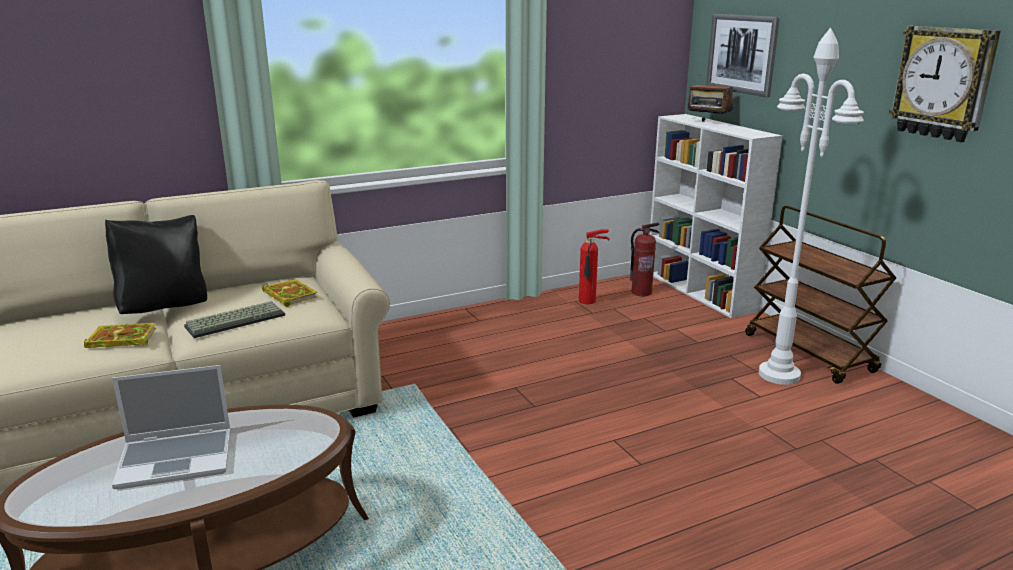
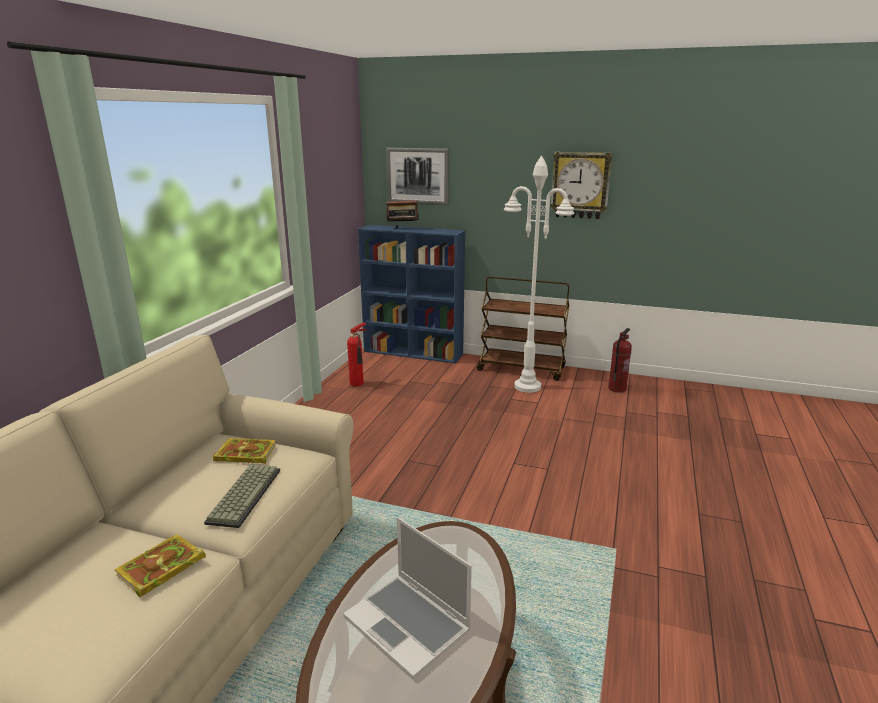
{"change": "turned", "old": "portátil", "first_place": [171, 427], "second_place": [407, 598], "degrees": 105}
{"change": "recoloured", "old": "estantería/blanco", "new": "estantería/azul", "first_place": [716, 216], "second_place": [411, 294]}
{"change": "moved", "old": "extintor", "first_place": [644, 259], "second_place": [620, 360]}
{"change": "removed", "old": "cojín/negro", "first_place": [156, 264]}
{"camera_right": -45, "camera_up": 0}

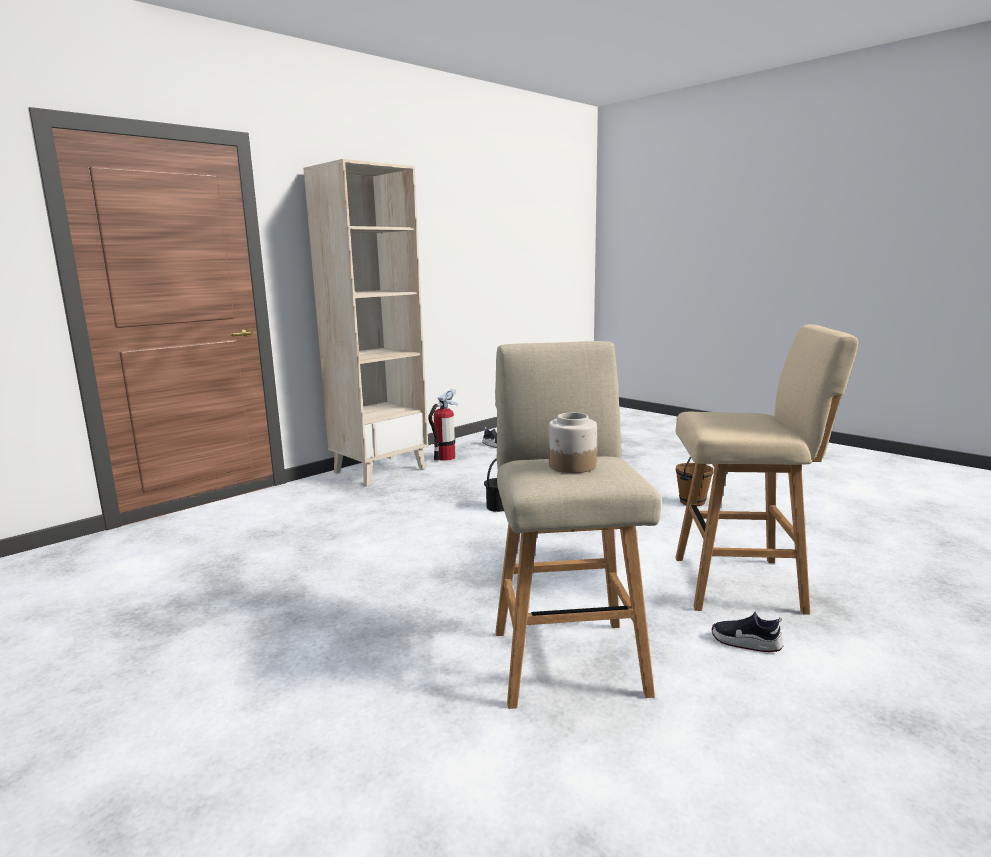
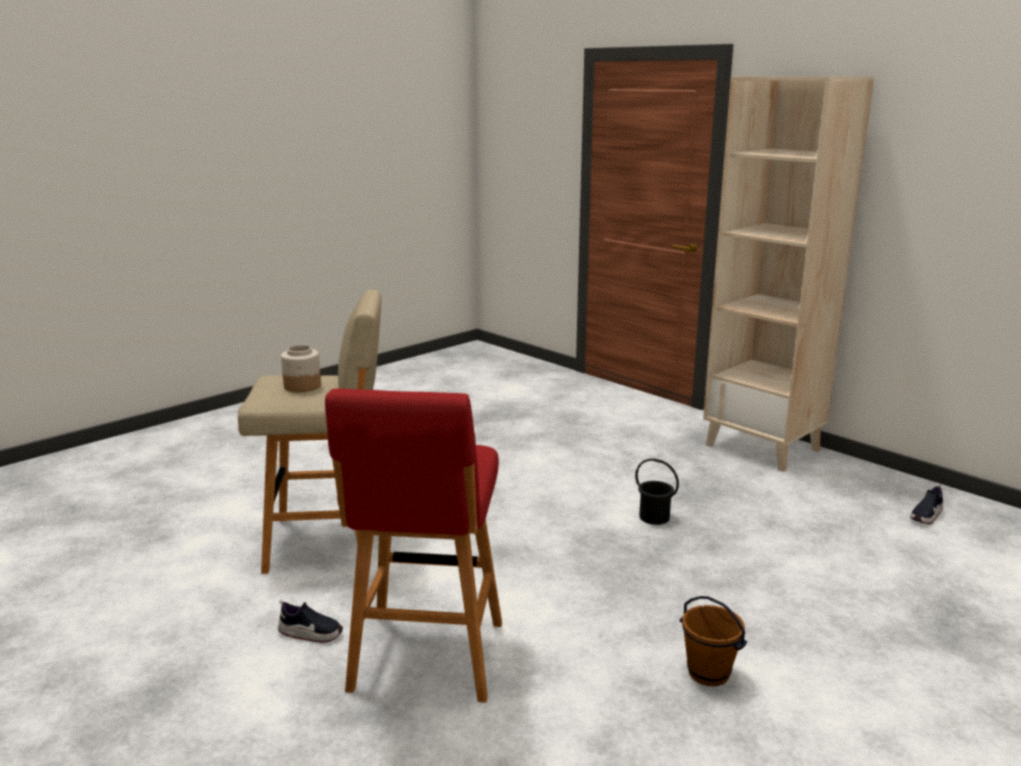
{"change": "turned", "old": "zapato", "first_place": [748, 632], "second_place": [310, 621], "degrees": 75}
{"change": "recoloured", "old": "taburete/beis", "new": "taburete/rojo", "first_place": [766, 470], "second_place": [413, 546]}
{"change": "removed", "old": "extintor", "first_place": [443, 425]}
{"camera_right": 90, "camera_up": 5}

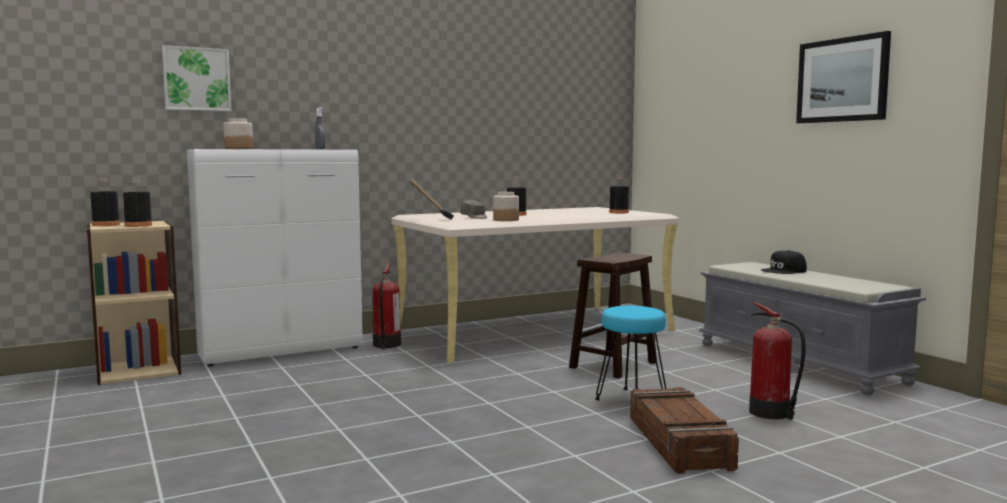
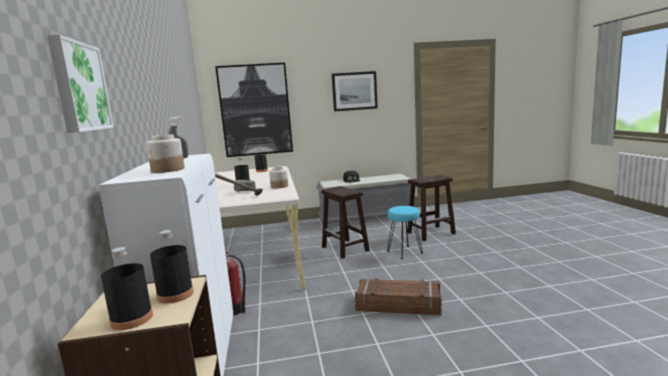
{"change": "added", "new": "cuadro", "second_place": [254, 110]}
{"change": "moved", "old": "caja de embalaje", "first_place": [684, 430], "second_place": [398, 296]}
{"change": "replaced", "old": "extintor", "new": "taburete/marrón", "first_place": [777, 360], "second_place": [431, 208]}
{"camera_right": -70, "camera_up": 5}

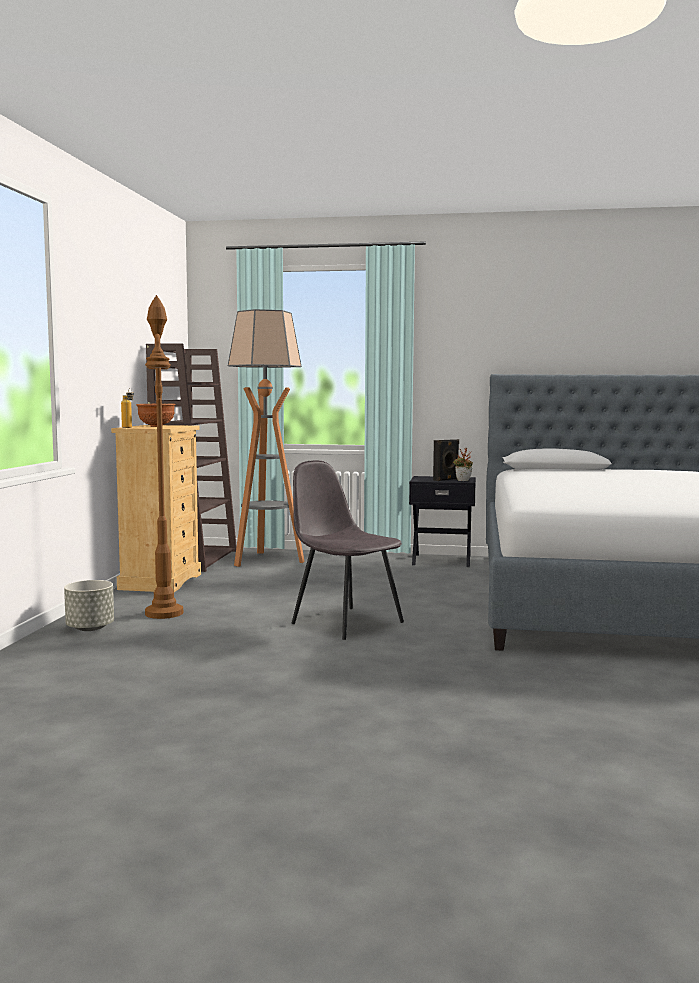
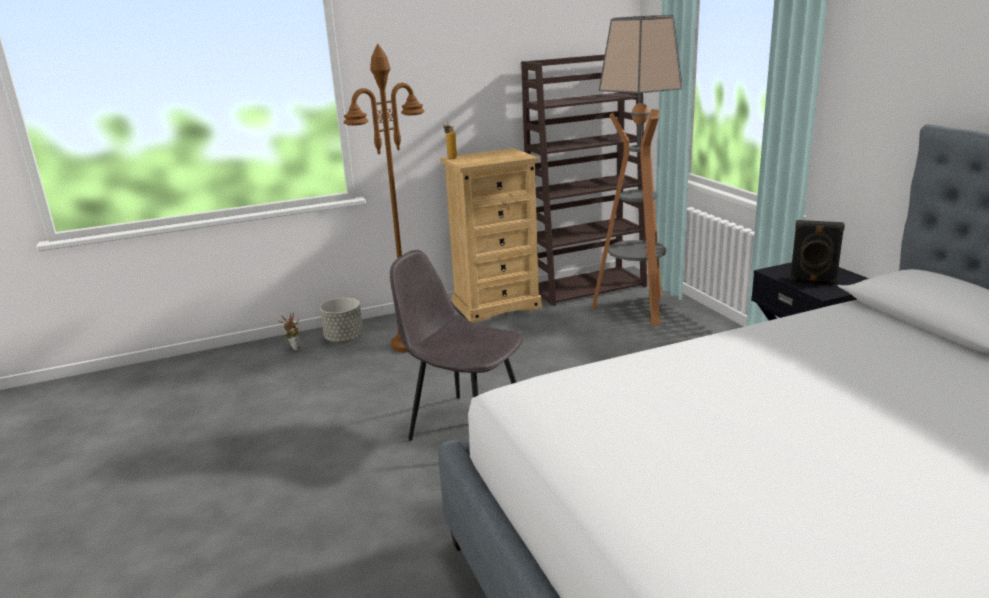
{"change": "moved", "old": "planta en maceta", "first_place": [463, 464], "second_place": [290, 331]}
{"change": "turned", "old": "silla/gris", "first_place": [348, 550], "second_place": [456, 345], "degrees": -75}
{"change": "removed", "old": "cuenco/marrón", "first_place": [155, 415]}
{"camera_right": 60, "camera_up": 15}

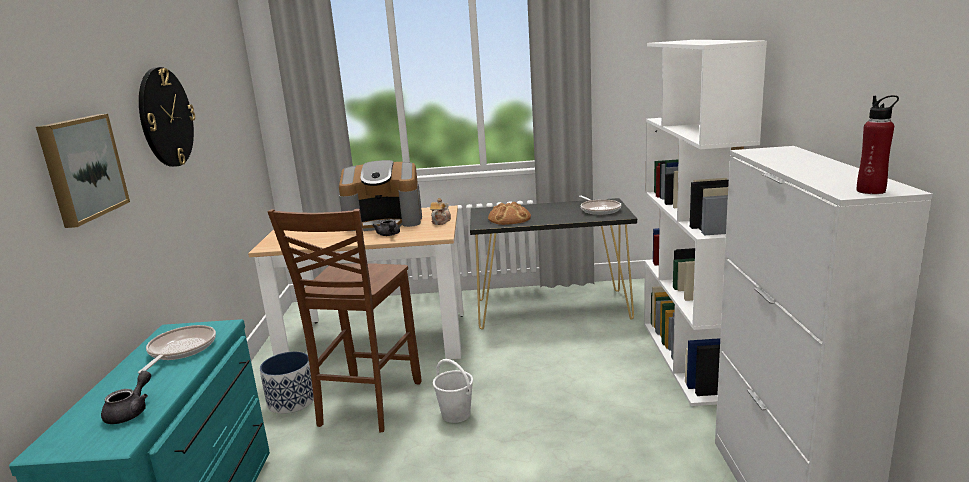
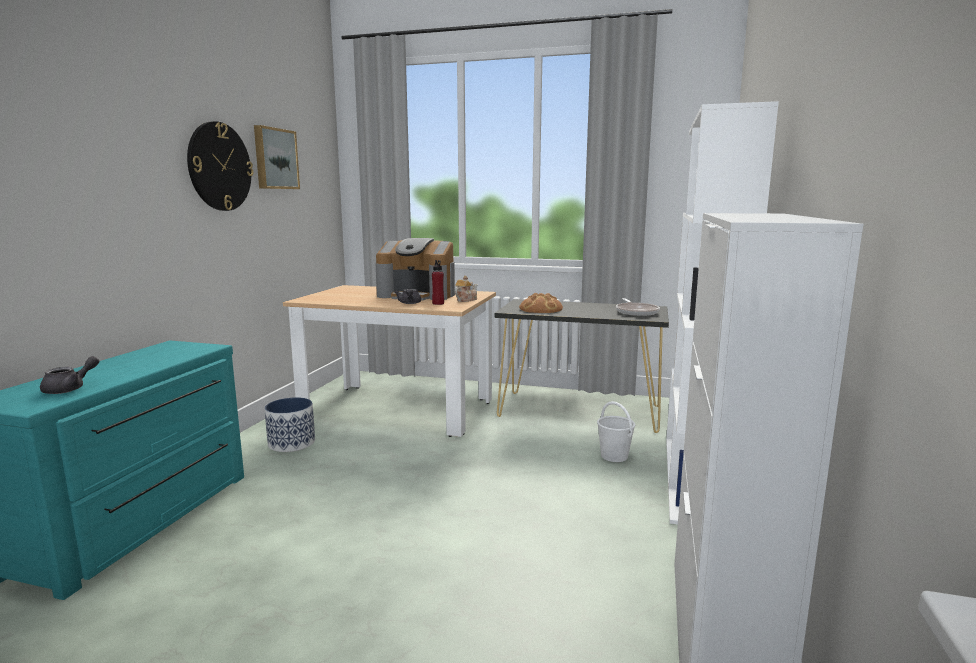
{"change": "moved", "old": "cuadro", "first_place": [83, 171], "second_place": [277, 157]}
{"change": "moved", "old": "botella/rojo", "first_place": [878, 144], "second_place": [438, 282]}
{"change": "moved", "old": "cubo/blanco", "first_place": [453, 391], "second_place": [616, 431]}
{"change": "removed", "old": "sartén", "first_place": [177, 349]}
{"change": "removed", "old": "silla/marrón", "first_place": [344, 320]}
{"camera_right": 15, "camera_up": -5}

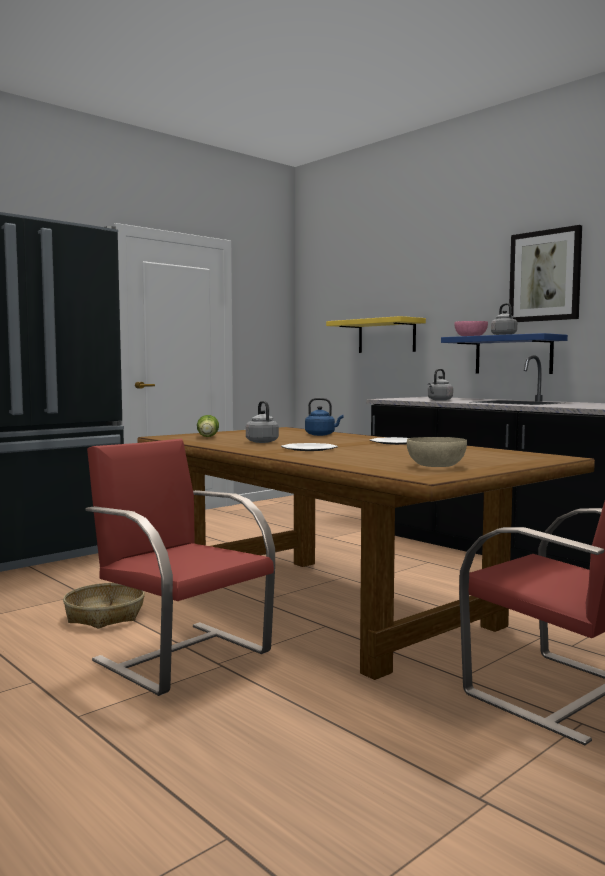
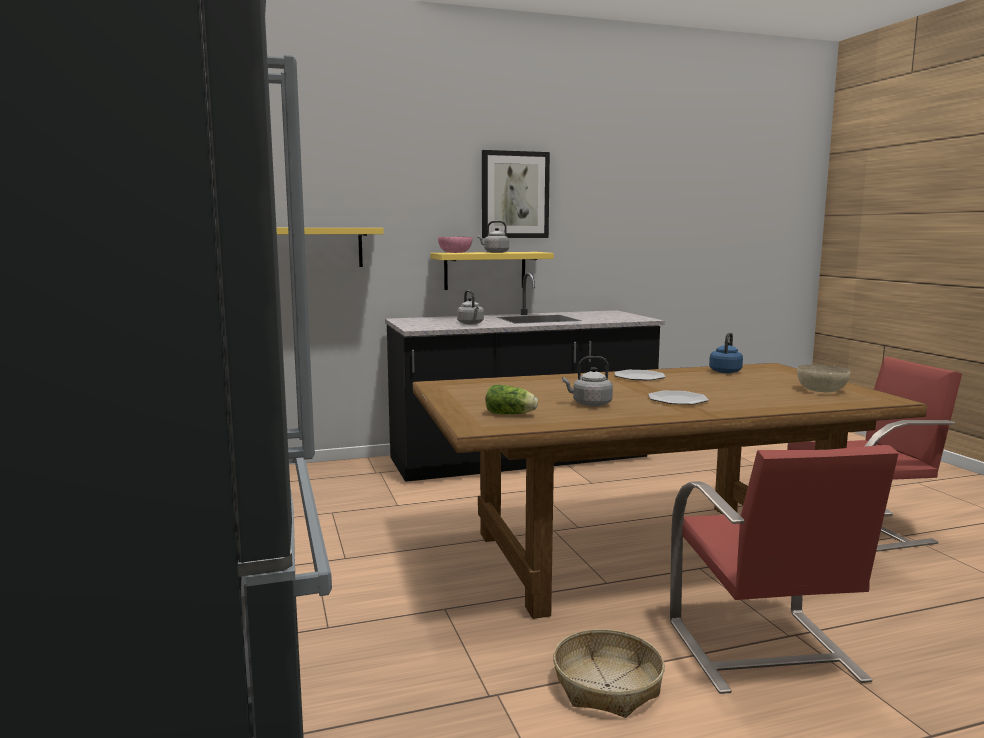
{"change": "recoloured", "old": "estante/azul", "new": "estante/amarillo", "first_place": [504, 353], "second_place": [492, 271]}
{"change": "turned", "old": "silla/rojo", "first_place": [180, 567], "second_place": [784, 569], "degrees": -75}
{"change": "moved", "old": "hervidor/azul", "first_place": [324, 417], "second_place": [726, 352]}
{"camera_right": -65, "camera_up": 5}

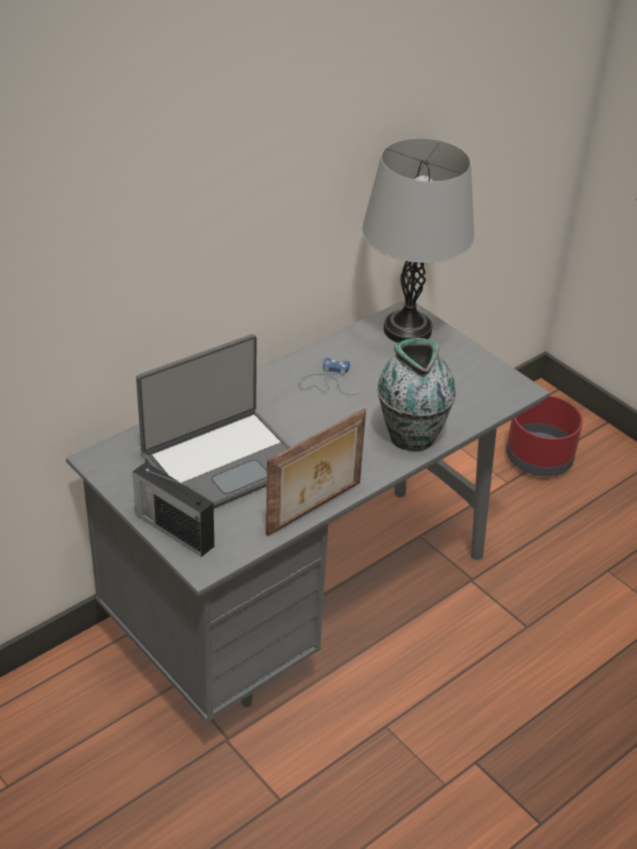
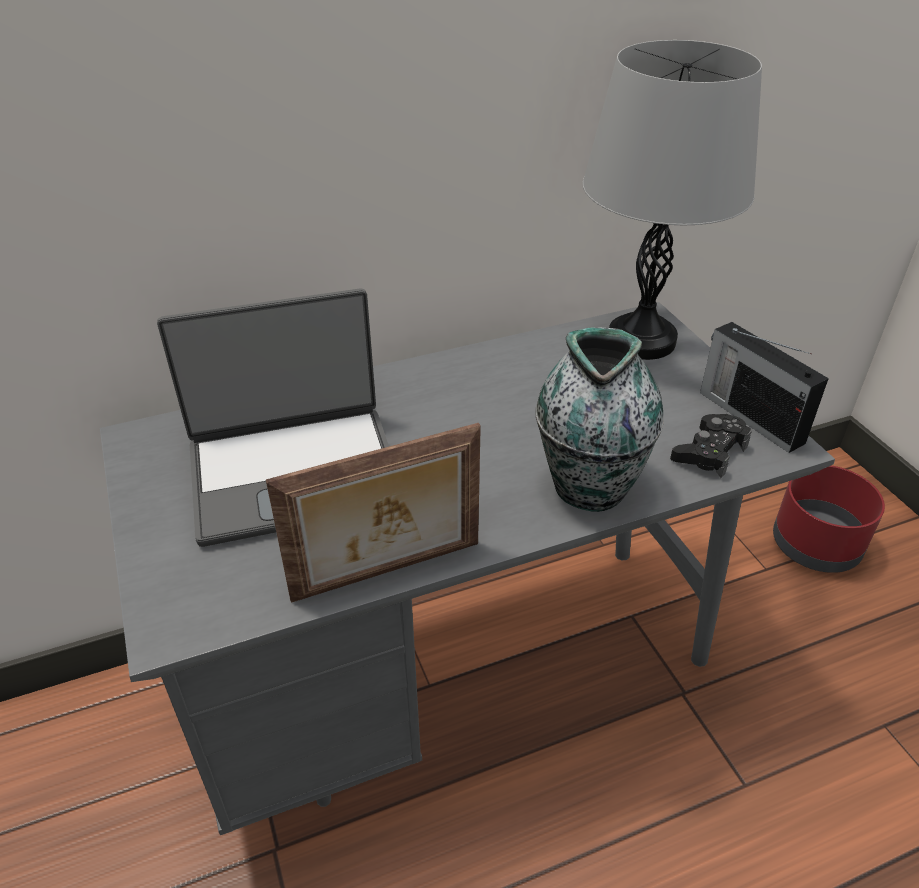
{"change": "added", "new": "mando de consola/negro", "second_place": [711, 446]}
{"change": "moved", "old": "radio", "first_place": [173, 509], "second_place": [764, 387]}
{"change": "removed", "old": "mando de consola/azul", "first_place": [329, 376]}
{"camera_right": 20, "camera_up": 0}

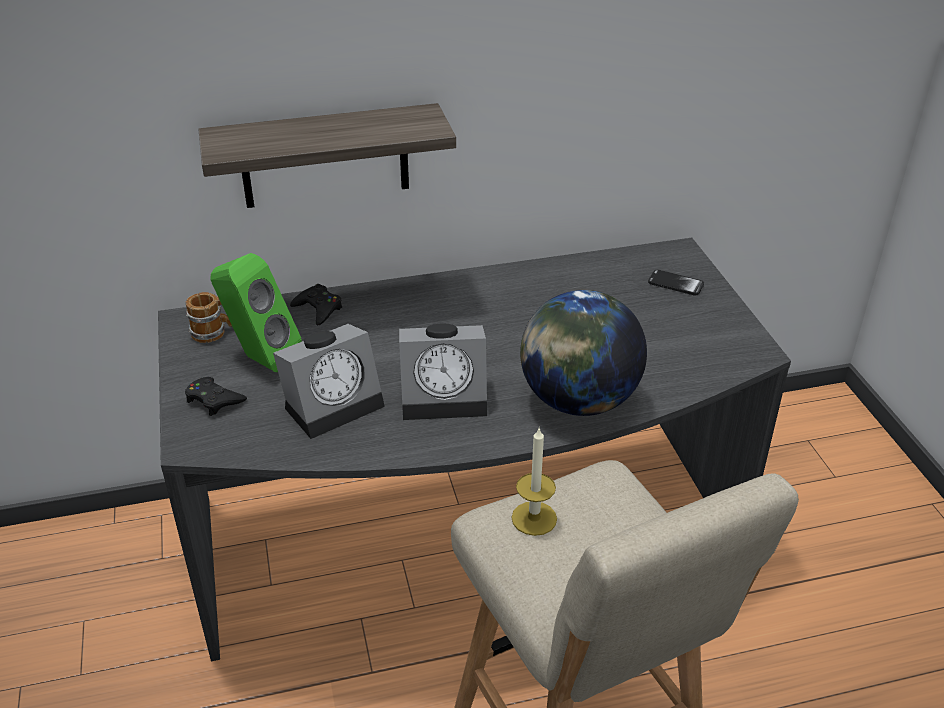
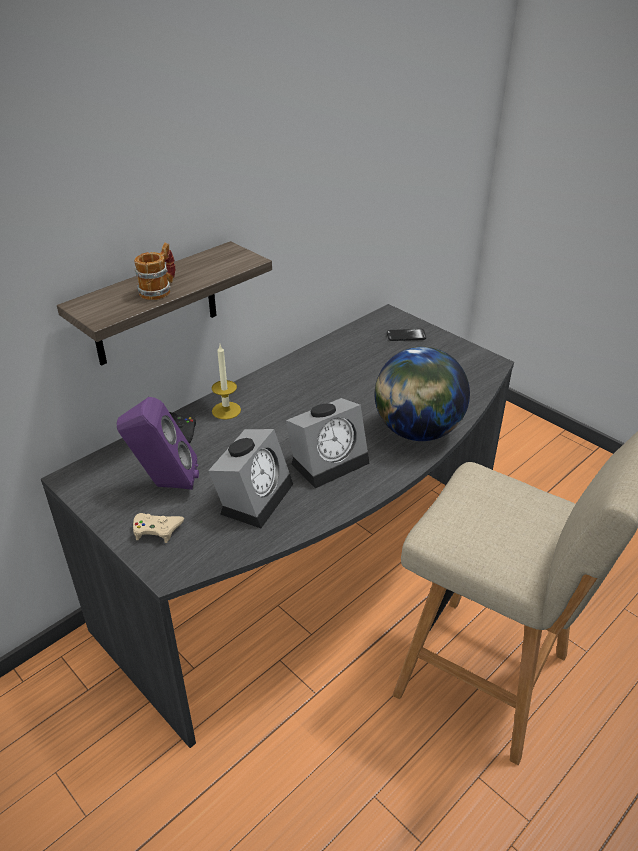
{"change": "recoloured", "old": "altavoz/verde", "new": "altavoz/morado", "first_place": [256, 312], "second_place": [158, 443]}
{"change": "recoloured", "old": "mando de consola/negro", "new": "mando de consola/beis", "first_place": [216, 396], "second_place": [158, 528]}
{"change": "moved", "old": "taza grande", "first_place": [209, 317], "second_place": [155, 271]}
{"change": "moved", "old": "vela", "first_place": [534, 482], "second_place": [226, 382]}
{"camera_right": -30, "camera_up": 0}

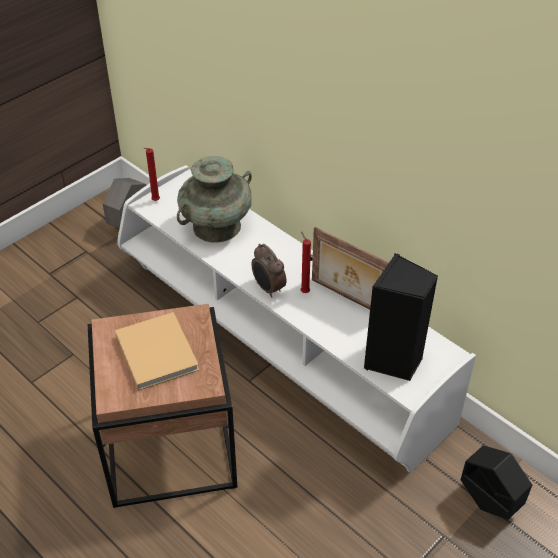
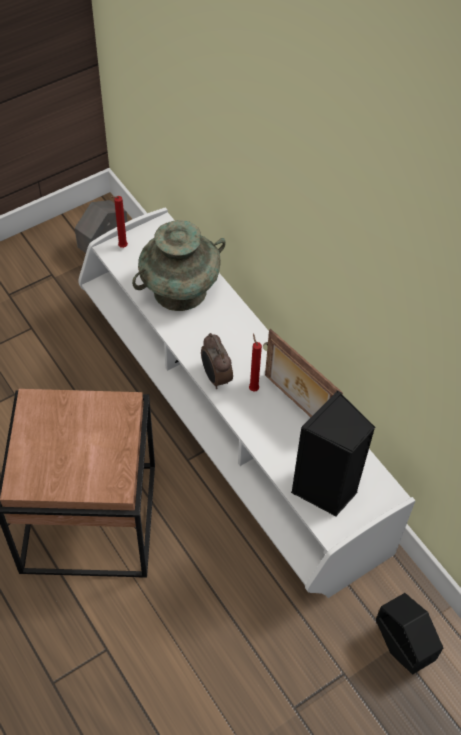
{"change": "removed", "old": "libro/beis", "first_place": [157, 351]}
{"camera_right": 10, "camera_up": 10}

